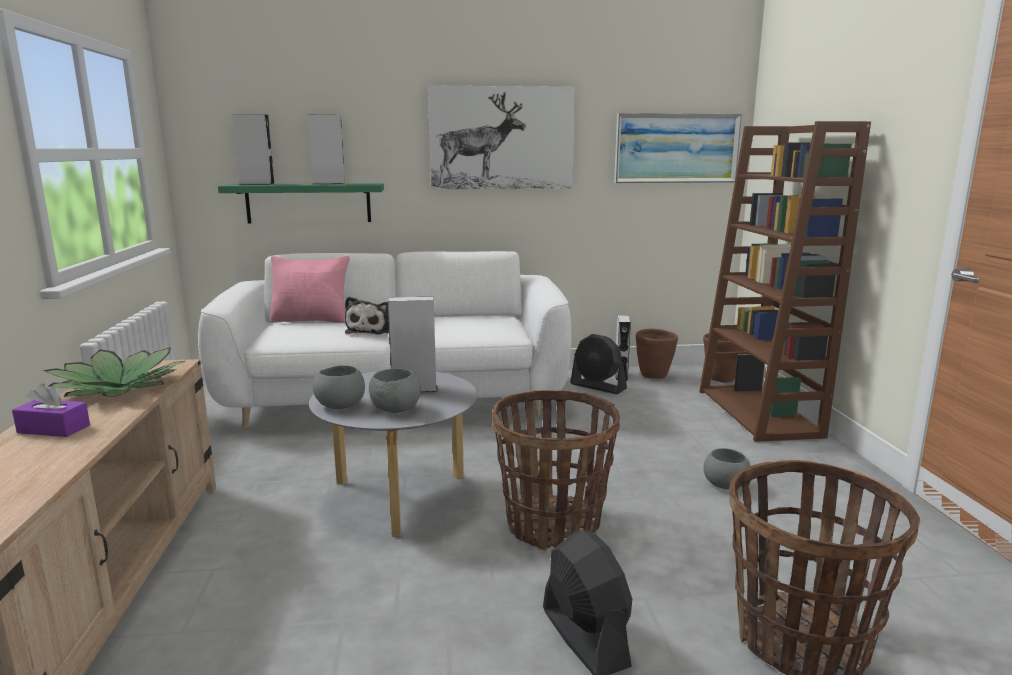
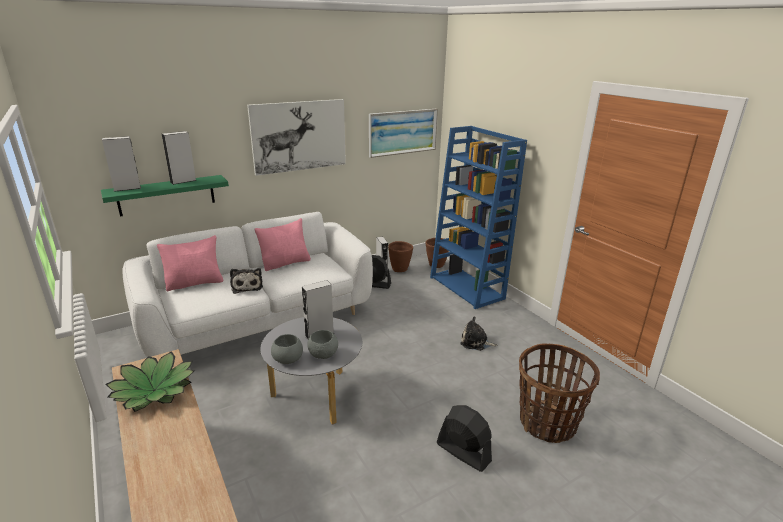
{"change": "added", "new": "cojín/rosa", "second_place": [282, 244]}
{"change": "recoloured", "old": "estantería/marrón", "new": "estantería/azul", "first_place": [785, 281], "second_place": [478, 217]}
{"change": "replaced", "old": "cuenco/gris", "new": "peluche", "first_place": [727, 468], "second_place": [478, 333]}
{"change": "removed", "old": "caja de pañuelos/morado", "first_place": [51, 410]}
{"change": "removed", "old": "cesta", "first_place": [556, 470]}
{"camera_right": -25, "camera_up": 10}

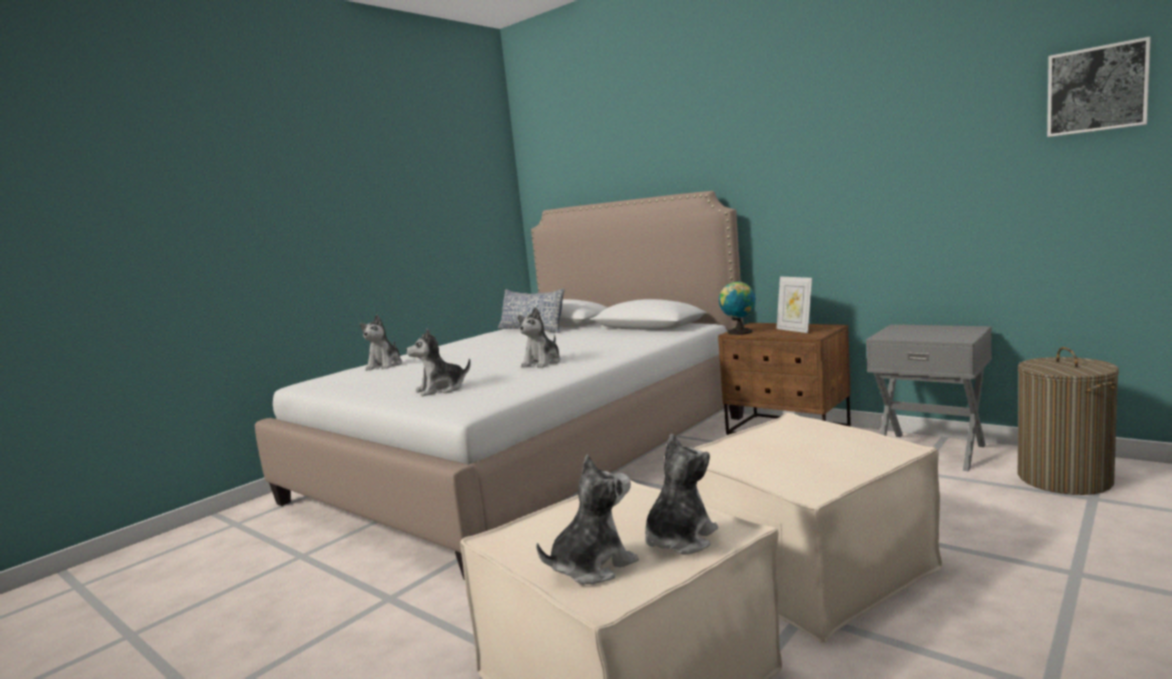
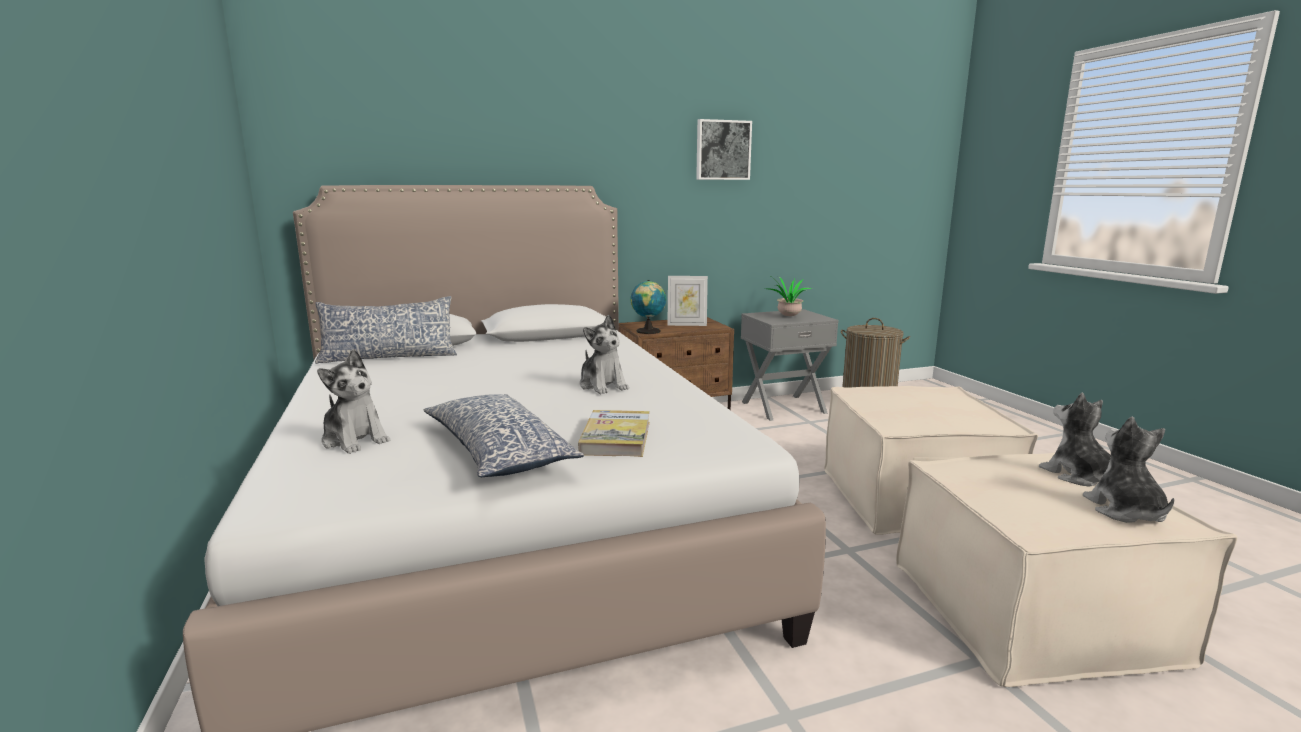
{"change": "added", "new": "cojín", "second_place": [503, 435]}
{"change": "replaced", "old": "peluche", "new": "libro", "first_place": [438, 362], "second_place": [614, 433]}
{"change": "moved", "old": "cuadro", "first_place": [1099, 87], "second_place": [724, 149]}
{"change": "added", "new": "planta en maceta", "second_place": [790, 296]}
{"camera_right": -60, "camera_up": 5}

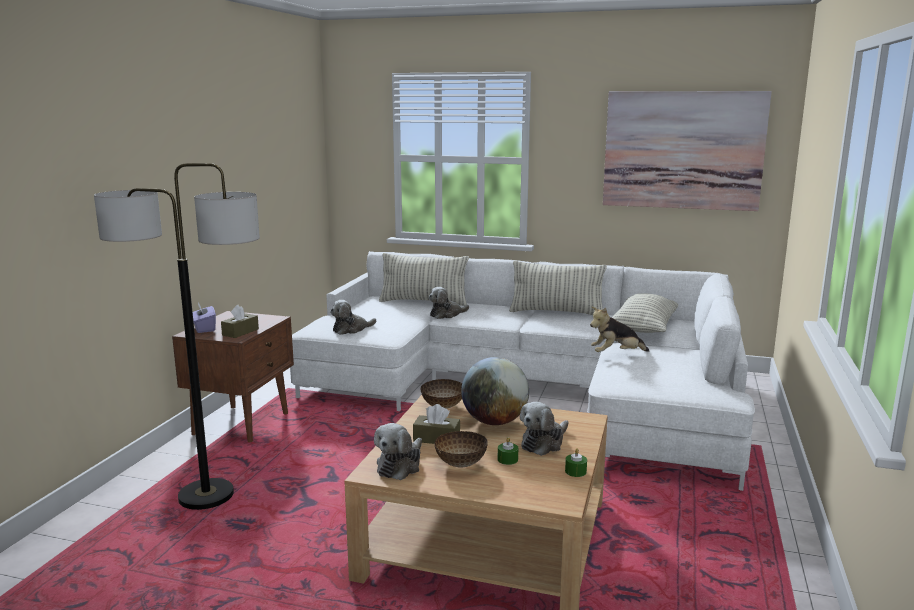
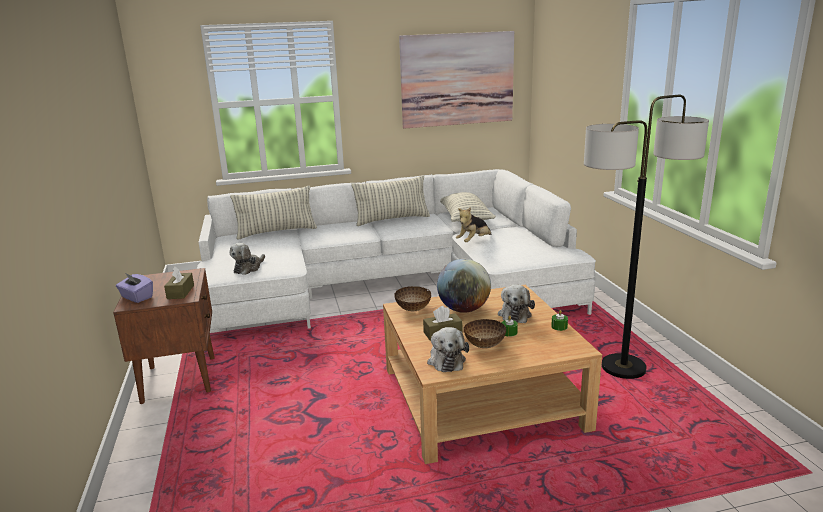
{"change": "moved", "old": "lámpara de pie", "first_place": [177, 336], "second_place": [646, 237]}
{"change": "removed", "old": "peluche", "first_place": [449, 303]}
{"camera_right": -30, "camera_up": 5}

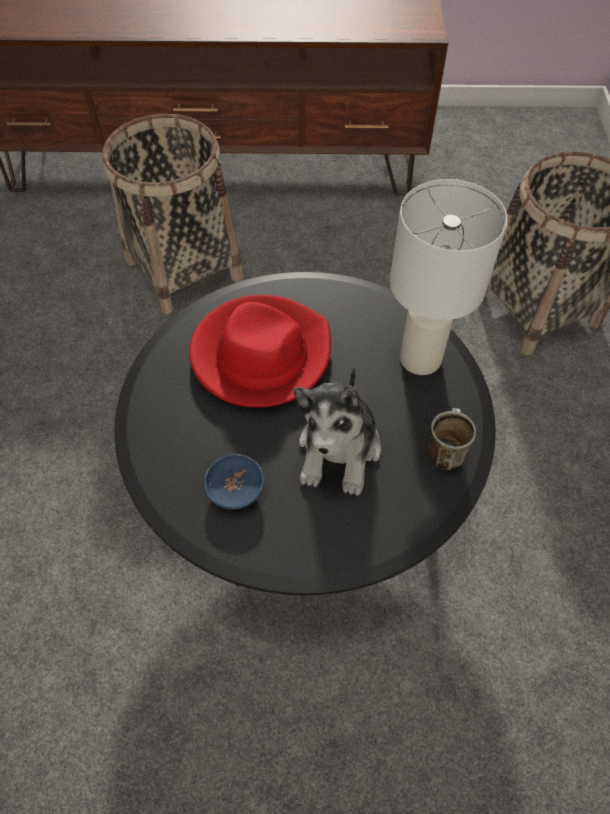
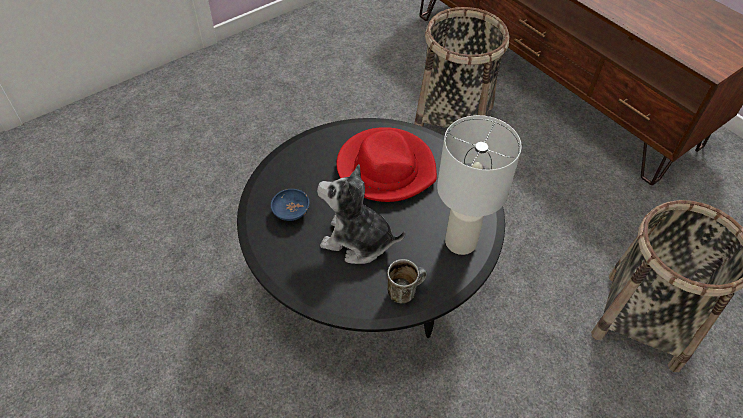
{"change": "turned", "old": "peluche", "first_place": [337, 431], "second_place": [361, 214], "degrees": 45}
{"camera_right": 50, "camera_up": -5}

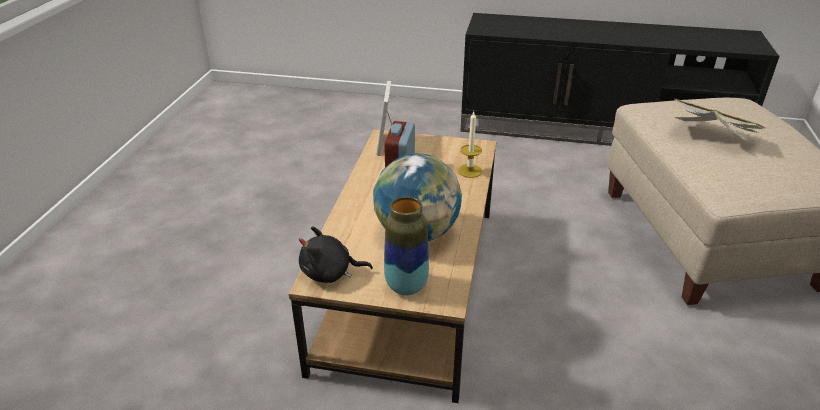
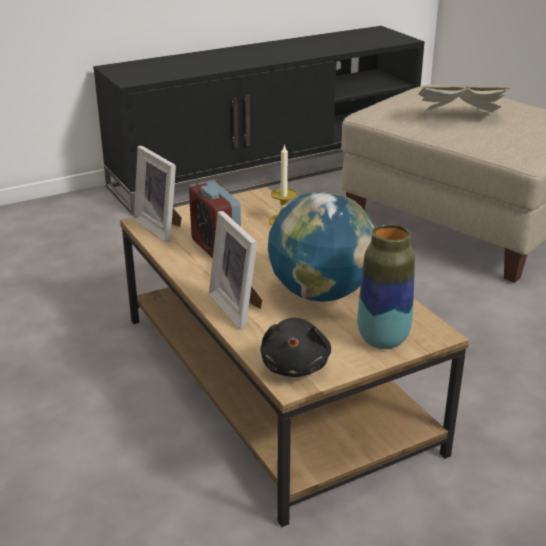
{"change": "added", "new": "portarretratos", "second_place": [235, 270]}
{"change": "turned", "old": "peluche/negro", "first_place": [336, 254], "second_place": [295, 347], "degrees": -45}
{"camera_right": -40, "camera_up": -5}

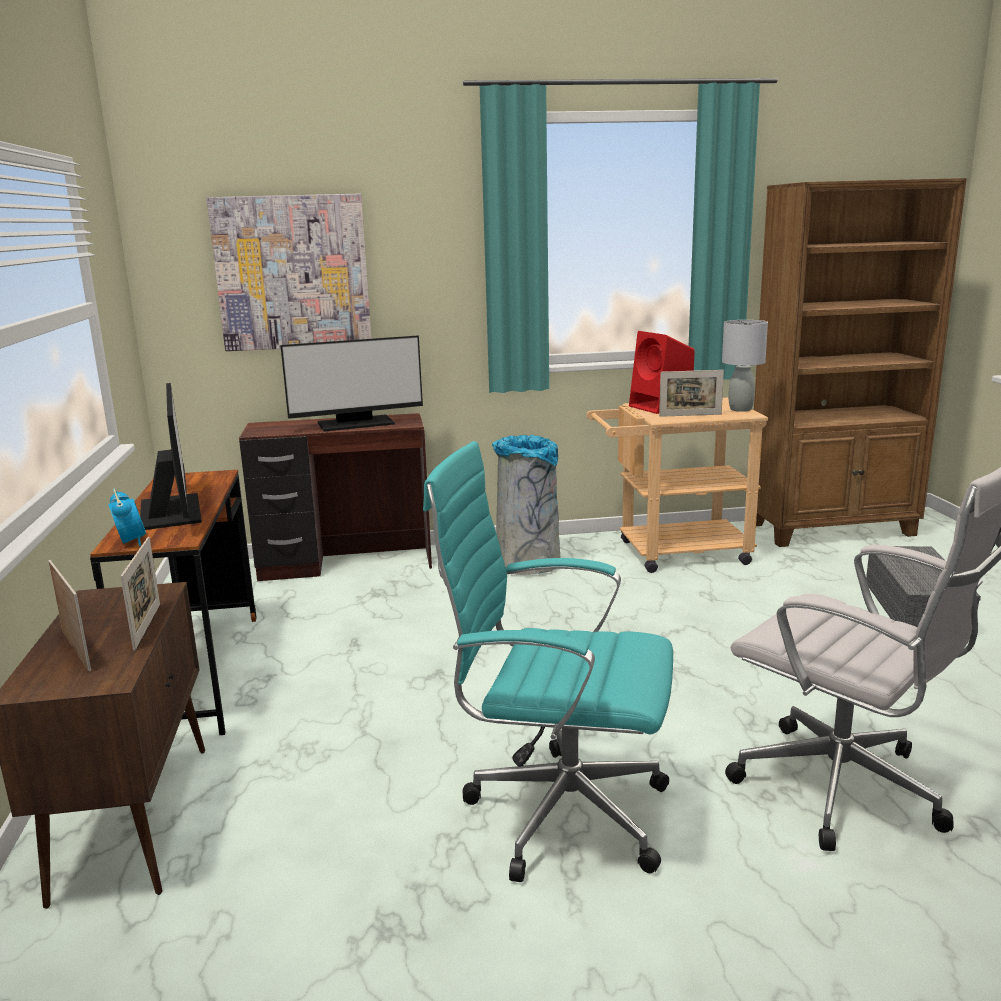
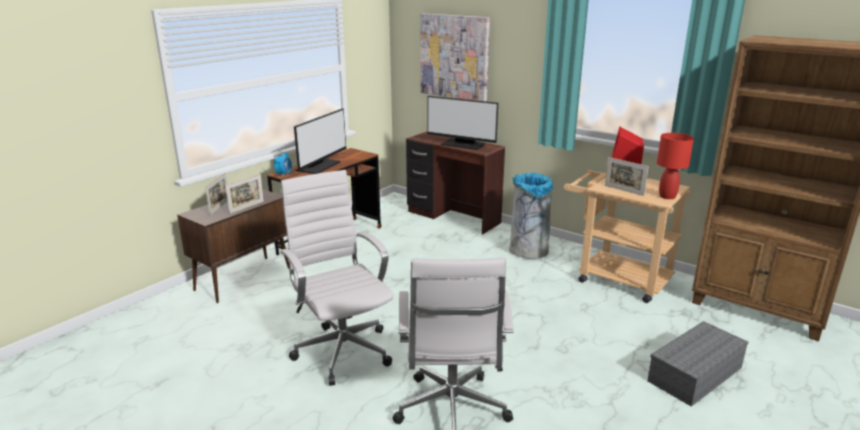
{"change": "recoloured", "old": "silla de oficina/turquesa", "new": "silla de oficina/blanco", "first_place": [548, 661], "second_place": [337, 278]}
{"change": "recoloured", "old": "lámpara de mesa/gris", "new": "lámpara de mesa/rojo", "first_place": [745, 366], "second_place": [675, 166]}
{"camera_right": 45, "camera_up": 5}

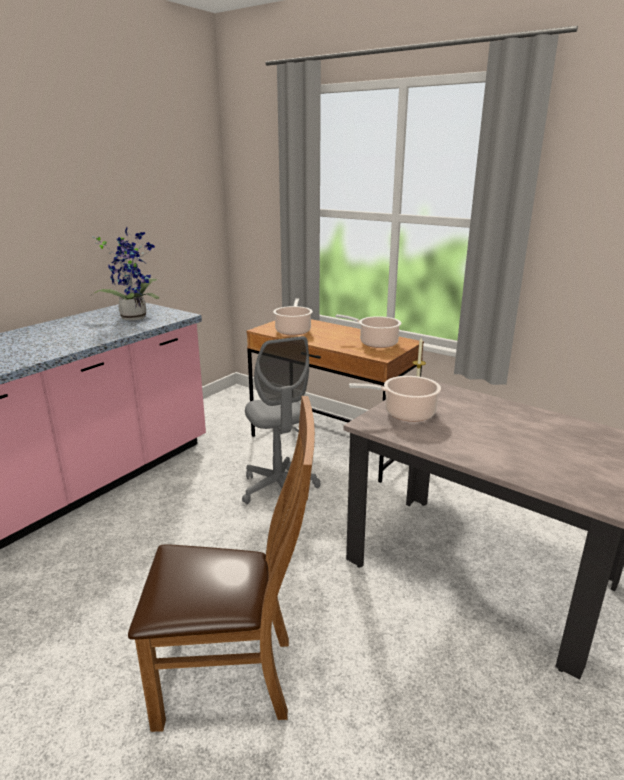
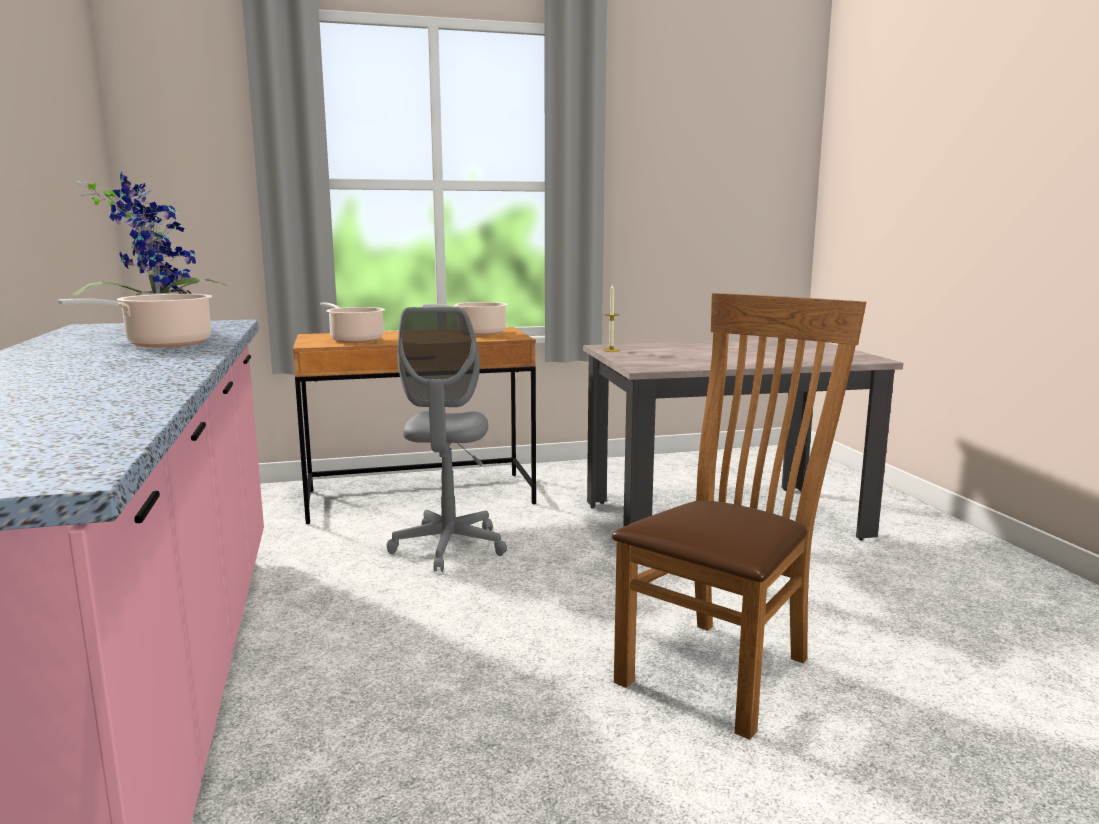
{"change": "moved", "old": "olla", "first_place": [395, 399], "second_place": [135, 320]}
{"change": "turned", "old": "silla de oficina/gris", "first_place": [281, 420], "second_place": [446, 439], "degrees": 75}
{"camera_right": -50, "camera_up": -10}

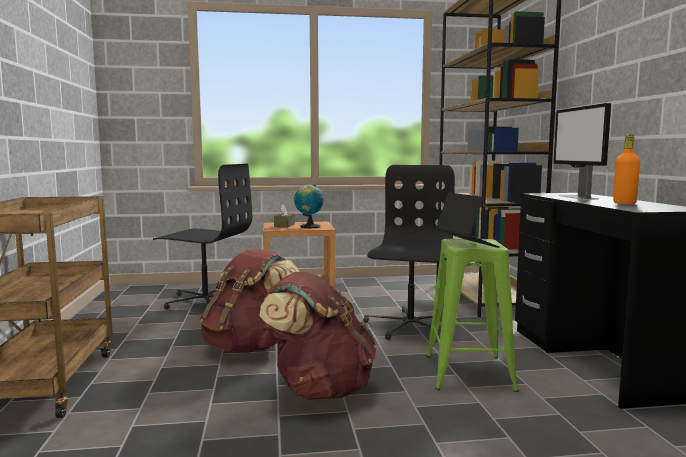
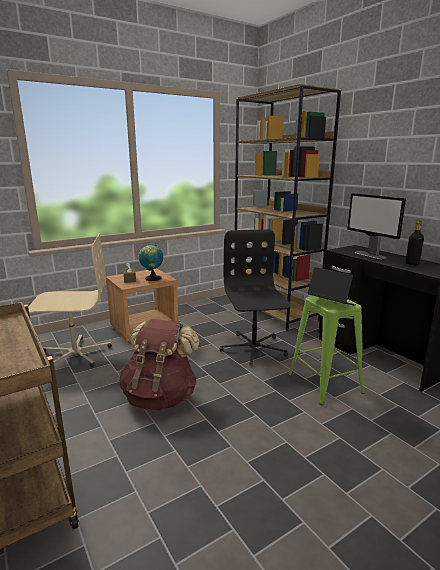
{"change": "recoloured", "old": "silla de oficina/negro", "new": "silla de oficina/beis", "first_place": [202, 236], "second_place": [70, 300]}
{"change": "recoloured", "old": "botella/naranja", "new": "botella/negro", "first_place": [626, 169], "second_place": [415, 243]}
{"change": "removed", "old": "mochila/marrón", "first_place": [318, 336]}
{"camera_right": -25, "camera_up": 10}

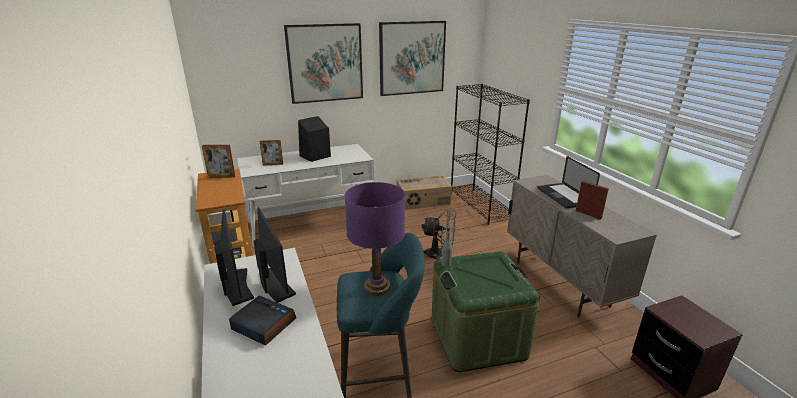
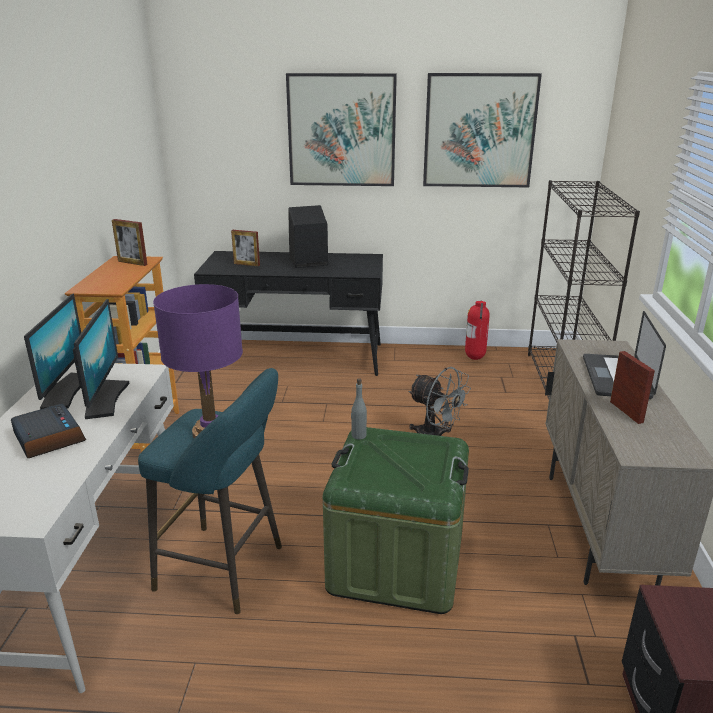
{"change": "recoloured", "old": "escritorio/blanco", "new": "escritorio/negro", "first_place": [305, 195], "second_place": [288, 313]}
{"change": "replaced", "old": "caja de cartón", "new": "extintor", "first_place": [424, 193], "second_place": [477, 330]}
{"camera_right": 25, "camera_up": 0}

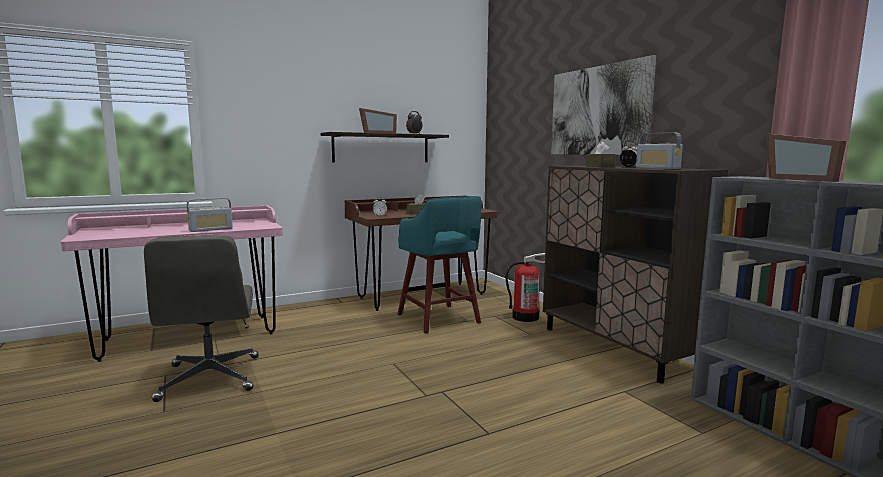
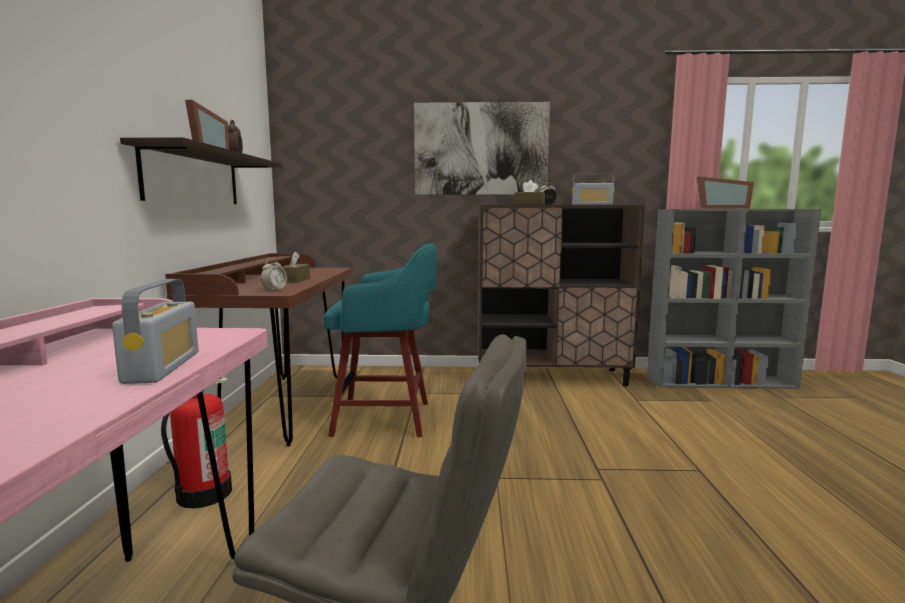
{"change": "moved", "old": "extintor", "first_place": [525, 287], "second_place": [196, 443]}
{"camera_right": -60, "camera_up": 0}

